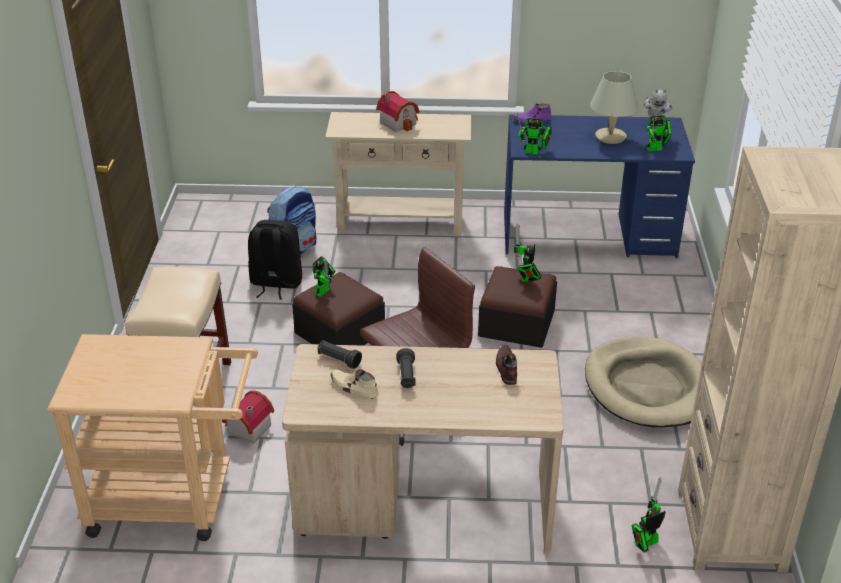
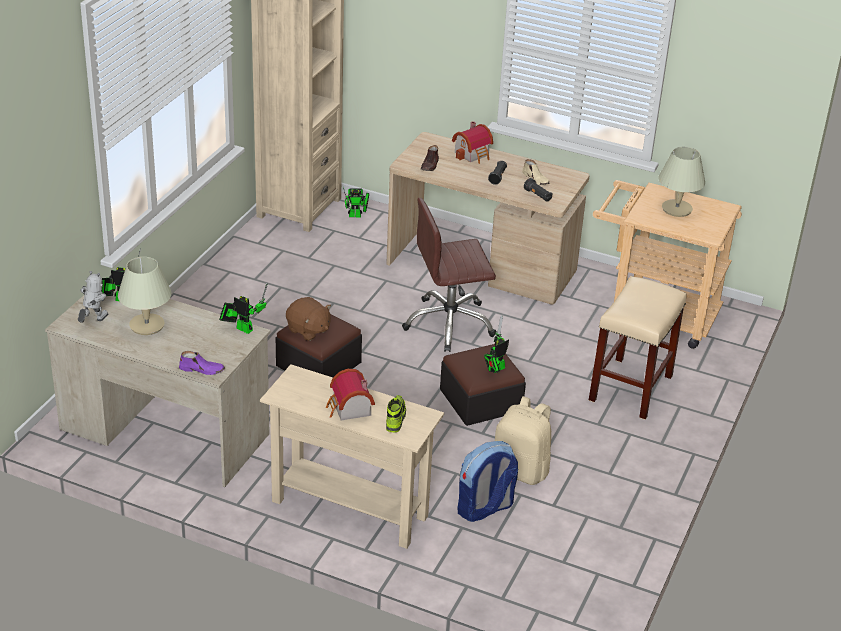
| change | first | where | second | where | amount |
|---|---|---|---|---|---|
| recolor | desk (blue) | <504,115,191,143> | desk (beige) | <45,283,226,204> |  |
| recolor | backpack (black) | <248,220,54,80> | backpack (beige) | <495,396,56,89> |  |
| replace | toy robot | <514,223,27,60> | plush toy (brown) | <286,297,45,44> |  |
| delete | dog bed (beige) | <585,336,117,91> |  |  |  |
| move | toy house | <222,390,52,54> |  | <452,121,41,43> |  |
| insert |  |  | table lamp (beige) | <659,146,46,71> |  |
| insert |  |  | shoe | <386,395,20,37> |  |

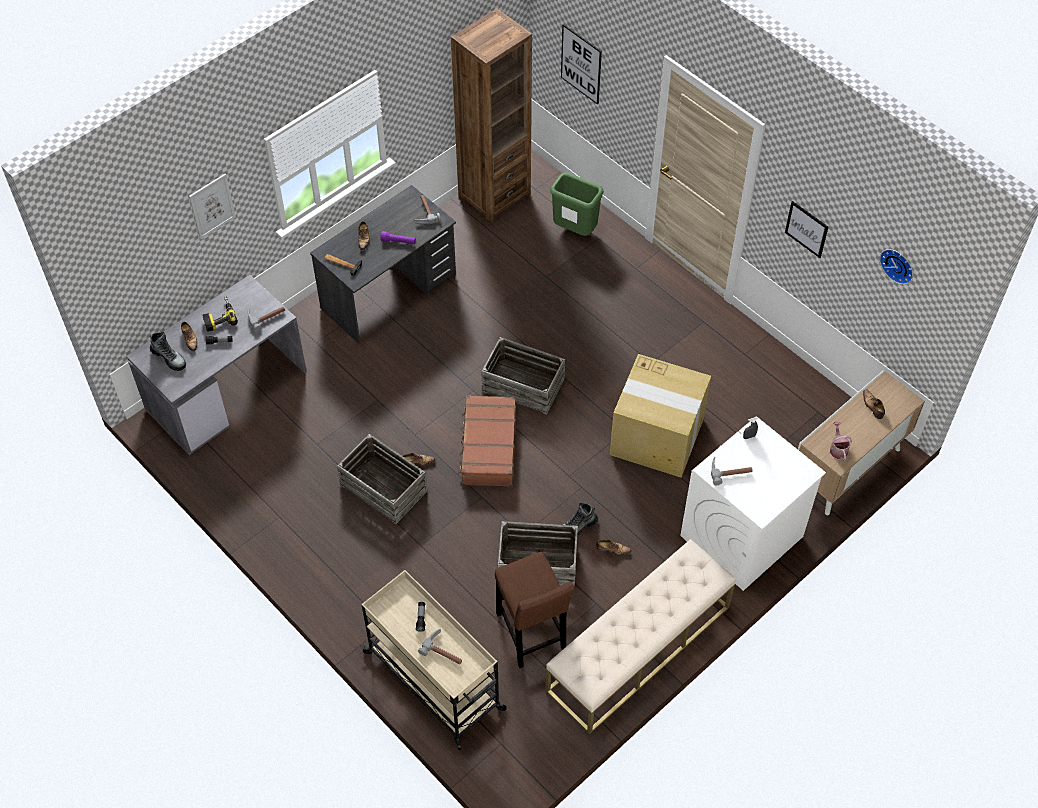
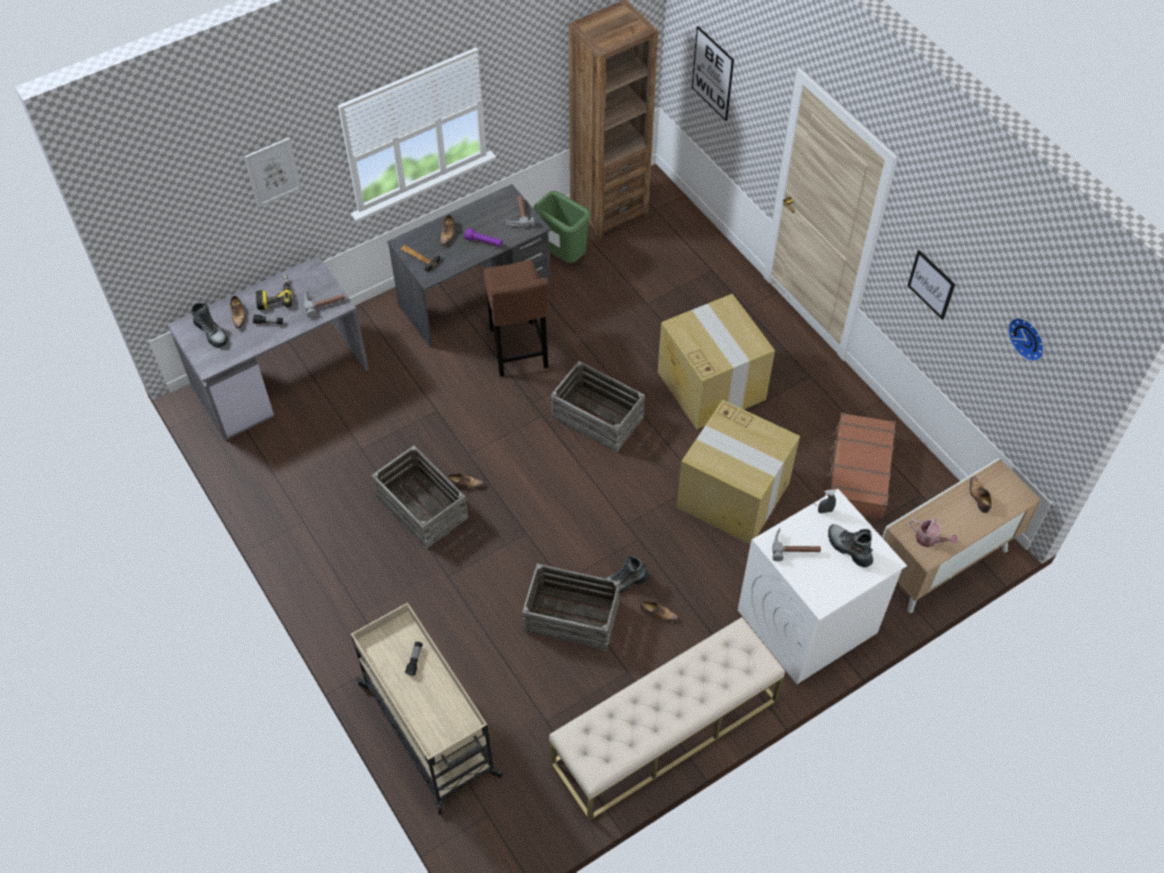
| change | first | where | second | where | amount |
|---|---|---|---|---|---|
| move | trash can (green) | <550,173,54,63> |  | <533,191,58,72> |  |
| move | suitcase (brown) | <458,395,58,92> |  | <824,413,72,106> |  |
| rotate | watering can | <830,422,22,39> |  | <910,518,47,29> | 120 degrees clockwise |
| move | stool (brown) | <495,552,80,116> |  | <483,260,66,117> |  |
| delete | hammer | <418,629,44,35> |  |  |  |
| insert |  |  | cardboard box | <658,294,117,135> |  |
| insert |  |  | boot | <828,524,45,43> |  |

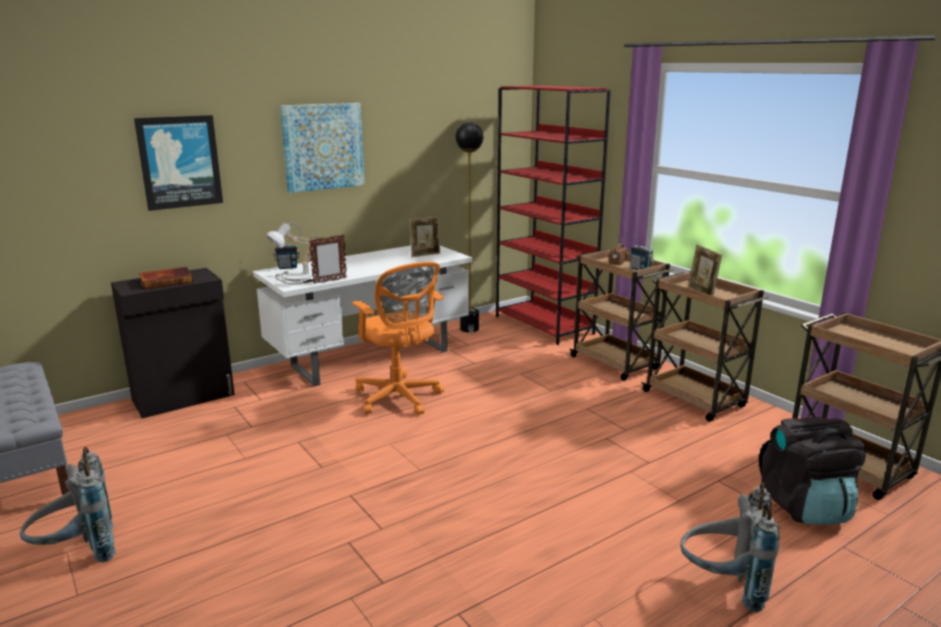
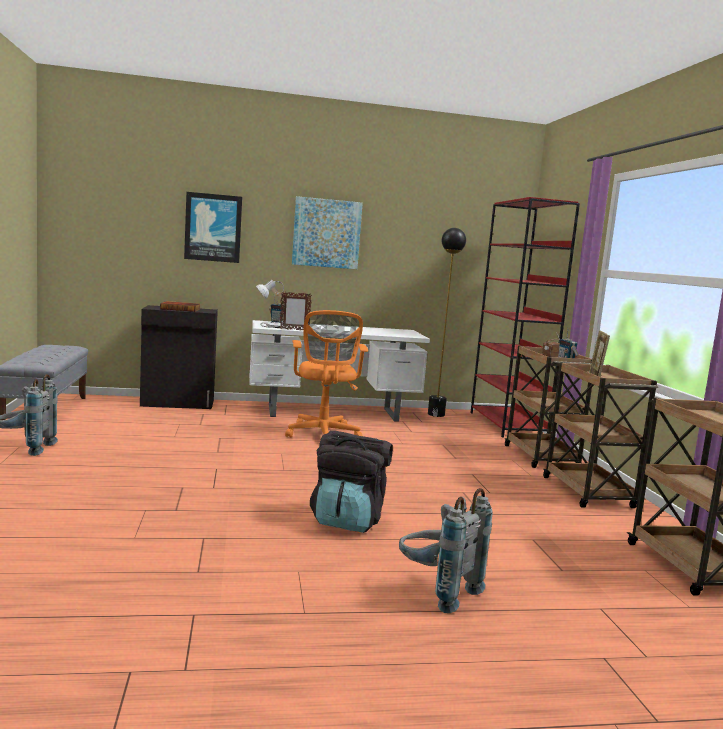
| change | first | where | second | where | amount |
|---|---|---|---|---|---|
| delete | picture frame | <409,216,31,41> |  |  |  |
| move | backpack (black) | <759,417,107,108> |  | <310,431,83,102> |  |

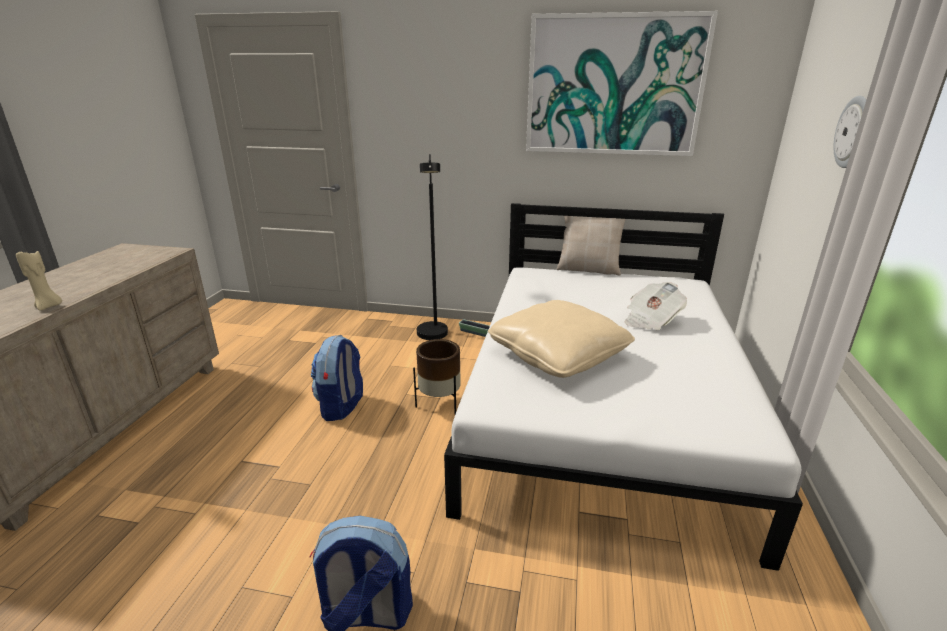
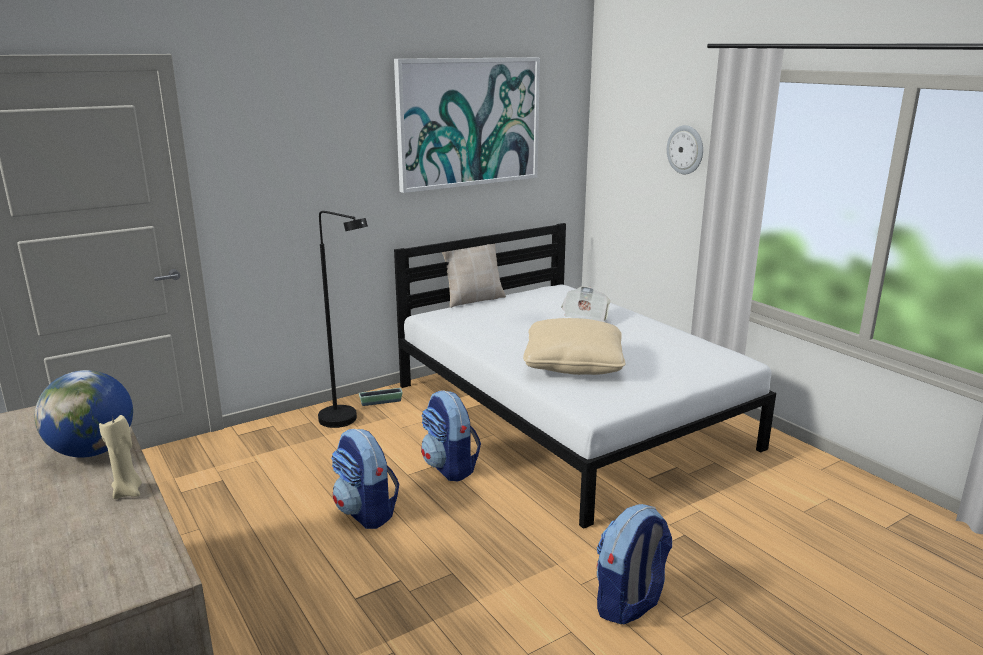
| change | first | where | second | where | amount |
|---|---|---|---|---|---|
| replace | planter (brown) | <413,339,48,76> | backpack | <421,390,60,91> |  |
| insert |  |  | globe | <35,370,98,88> |  |

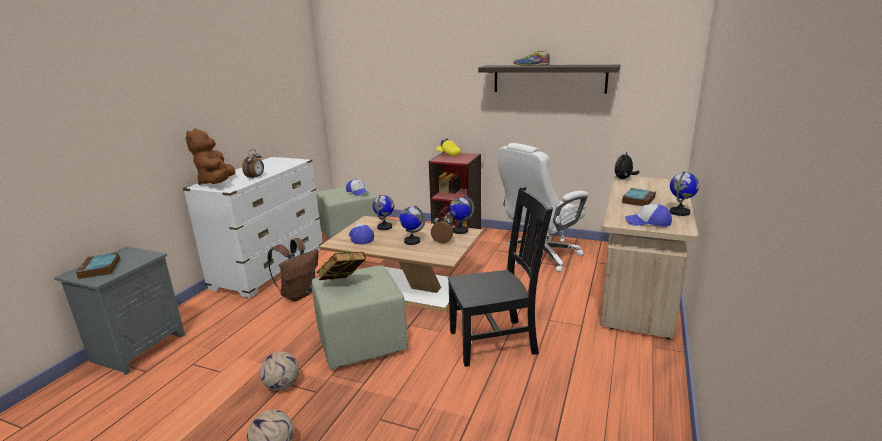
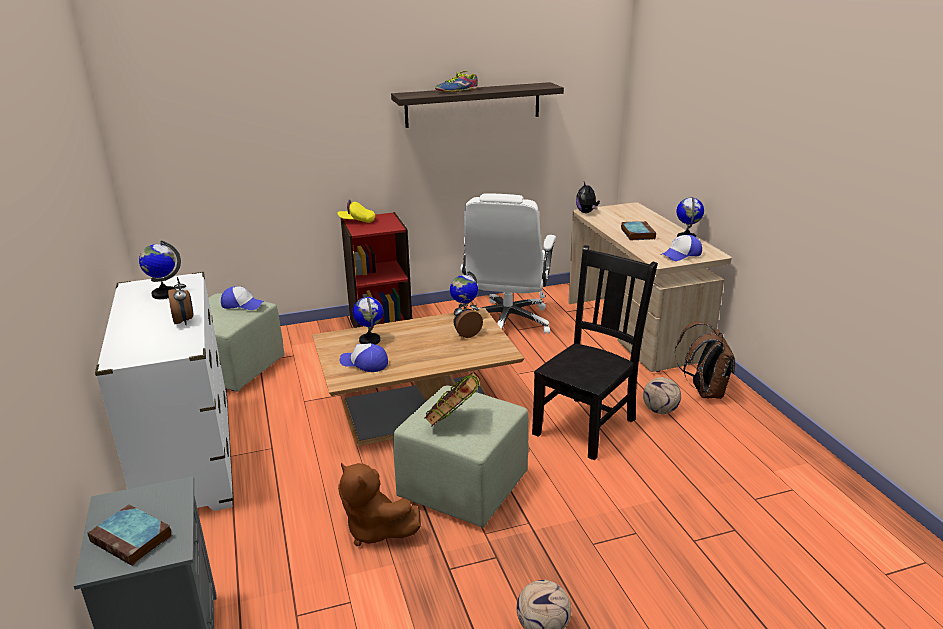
| change | first | where | second | where | amount |
|---|---|---|---|---|---|
| move | plush toy (brown) | <186,128,49,57> |  | <338,463,83,83> |  |
| move | globe | <399,205,26,40> |  | <139,240,42,59> |  |
| move | backpack (brown) | <268,238,50,63> |  | <675,321,60,78> |  |
| move | football | <260,352,39,39> |  | <643,377,38,37> |  |

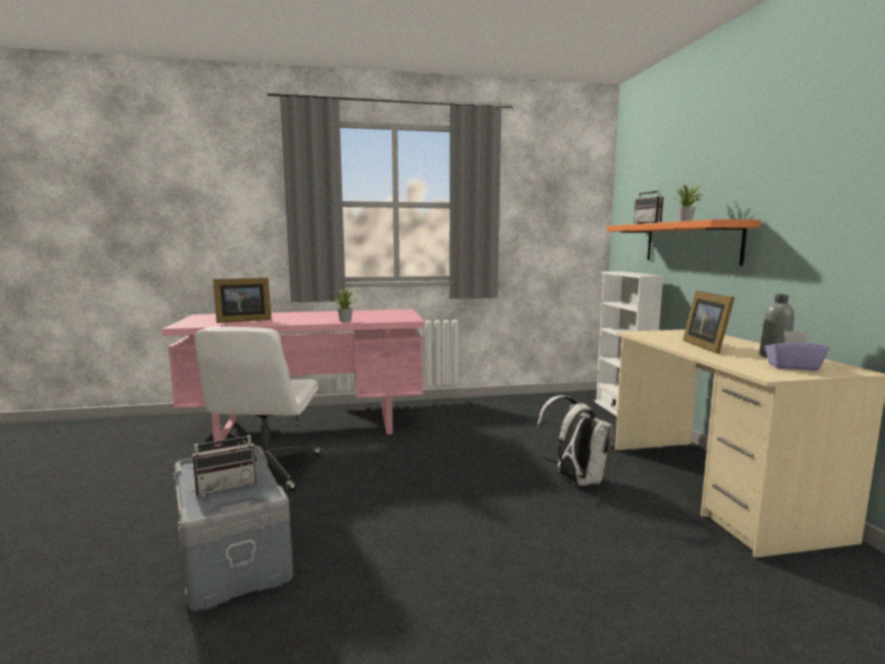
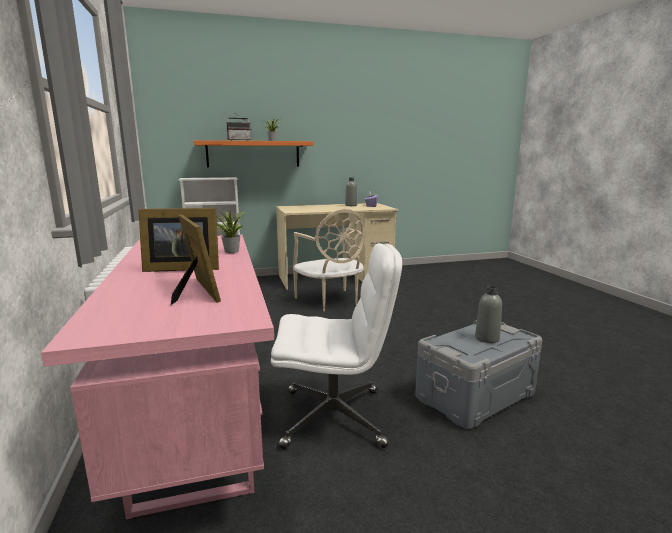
| change | first | where | second | where | amount |
|---|---|---|---|---|---|
| move | picture frame | <683,291,52,63> |  | <138,208,81,64> |  |
| replace | backpack (white) | <535,395,79,91> | chair (beige) | <293,209,71,102> |  |
| replace | radio | <192,421,65,75> | bottle (grey) | <475,286,27,57> |  |

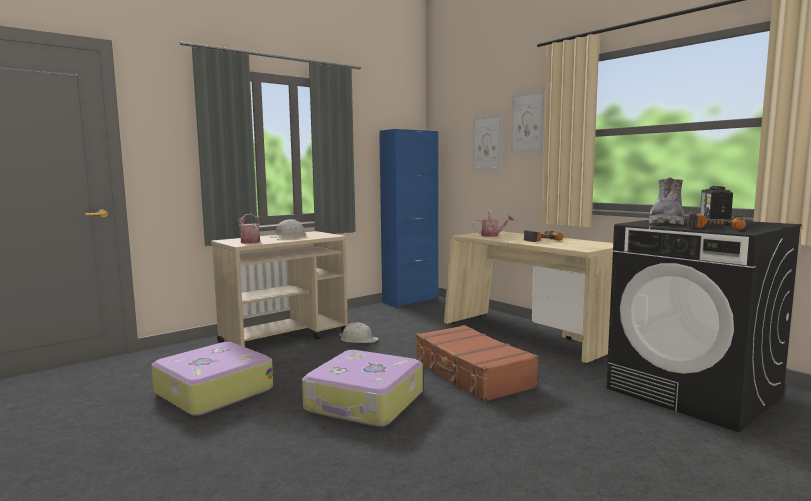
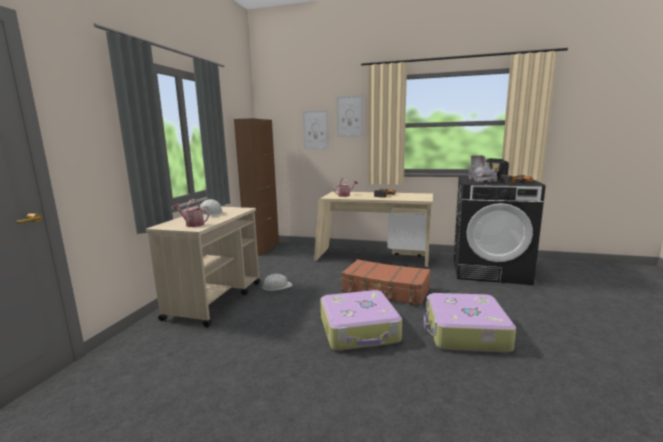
| change | first | where | second | where | amount |
|---|---|---|---|---|---|
| recolor | cabinet (blue) | <379,129,59,179> | cabinet (brown) | <234,118,45,138> |  |
| move | suitcase | <151,342,122,74> |  | <424,293,92,60> |  |

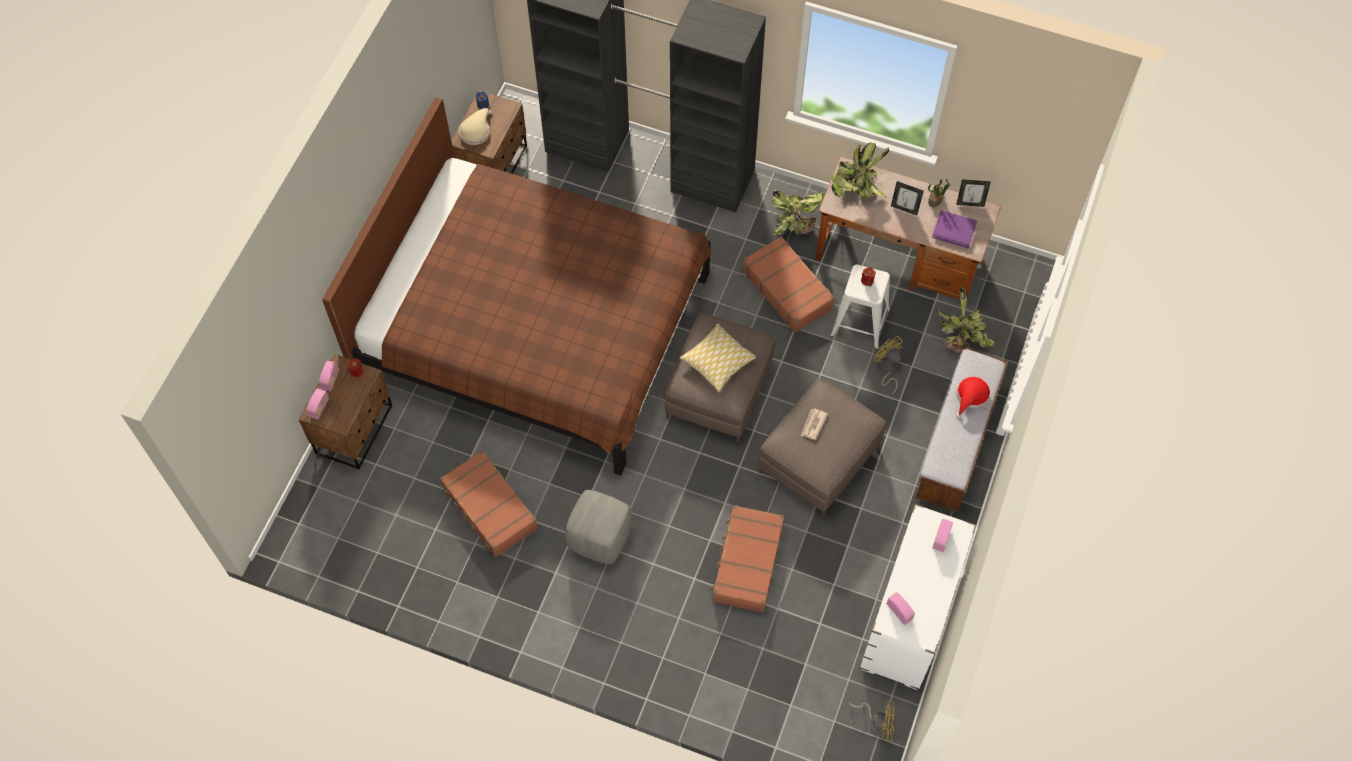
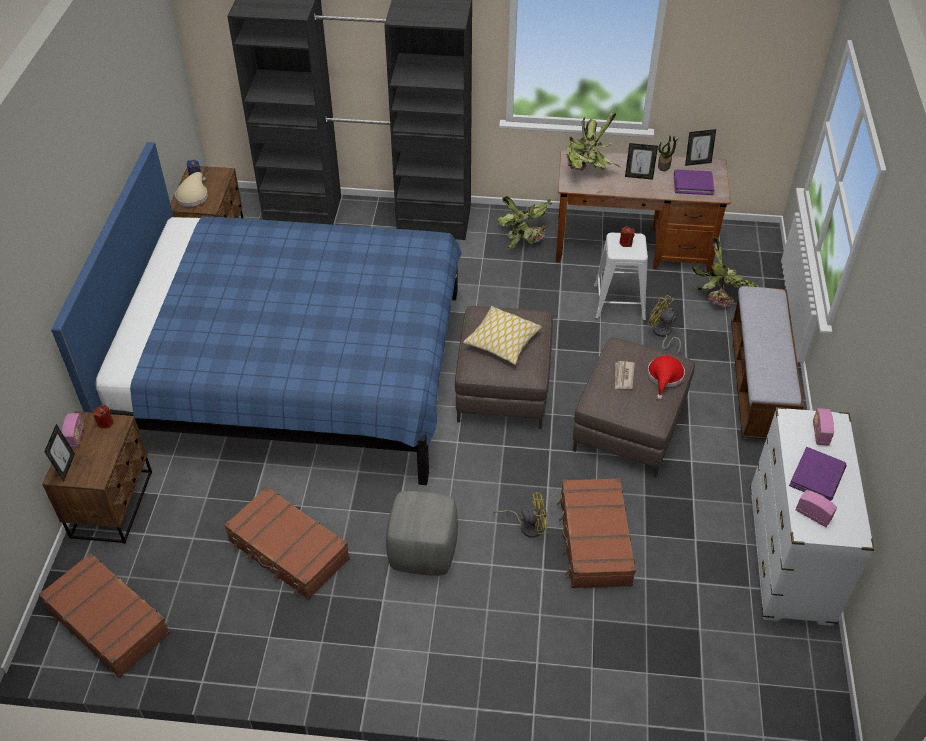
| change | first | where | second | where | amount |
|---|---|---|---|---|---|
| recolor | bed (brown) | <322,97,389,379> | bed (blue) | <51,142,411,343> |  |
| move | suitcase (brown) | <742,236,93,97> |  | <39,553,131,125> |  |
| move | hat (red) | <956,376,35,42> |  | <647,356,38,44> |  |
| replace | radio | <306,388,23,32> | picture frame | <44,424,31,58> |  |
| move | fan (yellow) | <849,701,46,40> |  | <493,492,55,46> |  |
| insert |  |  | book (purple) | <789,447,58,54> |  |

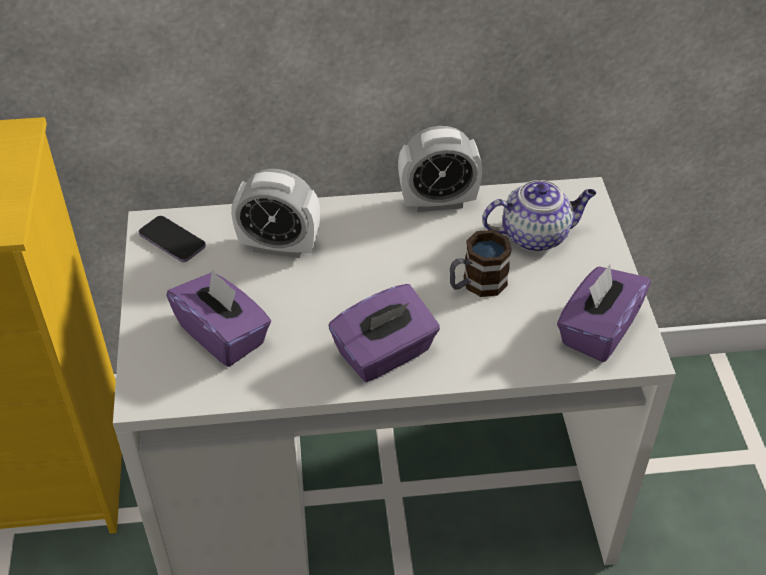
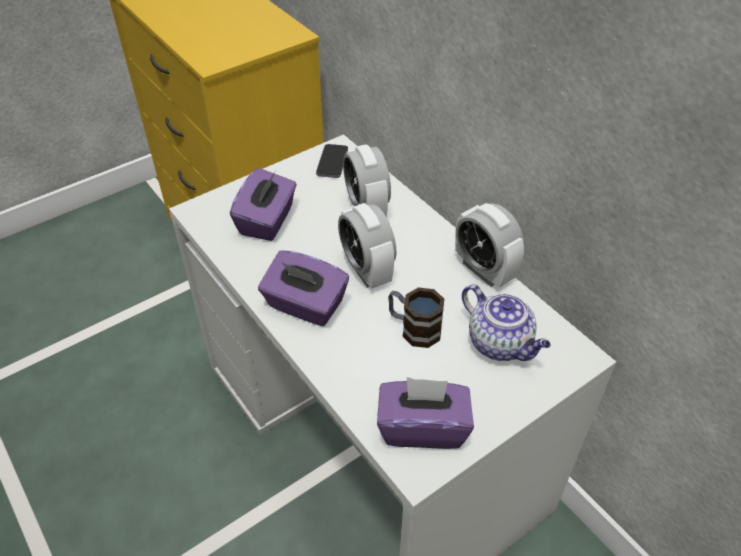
| change | first | where | second | where | amount |
|---|---|---|---|---|---|
| insert |  |  | alarm clock | <338,203,59,86> |  |

